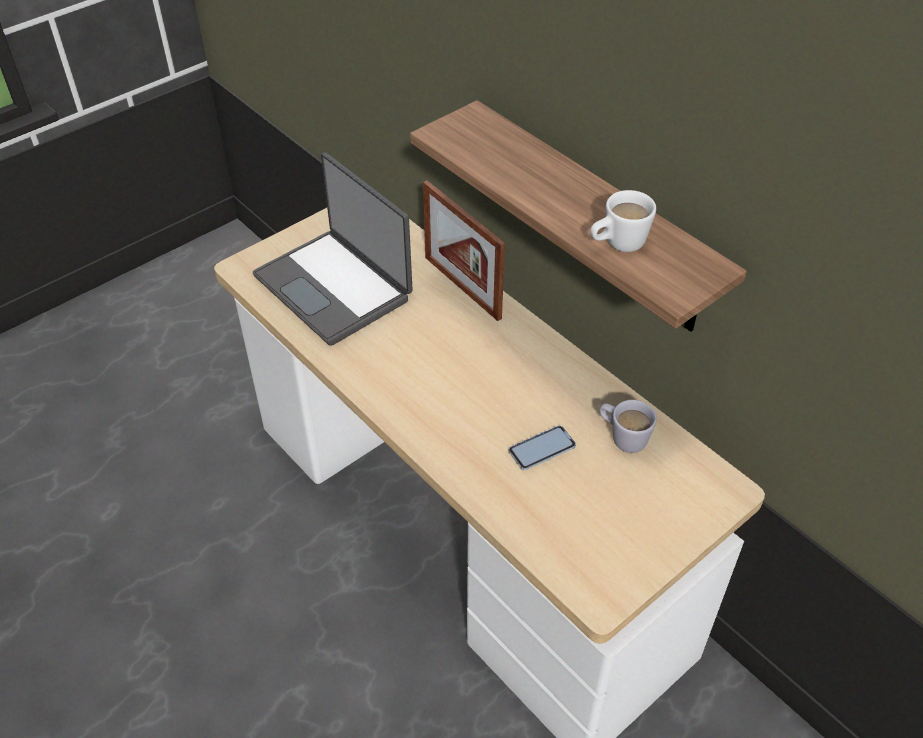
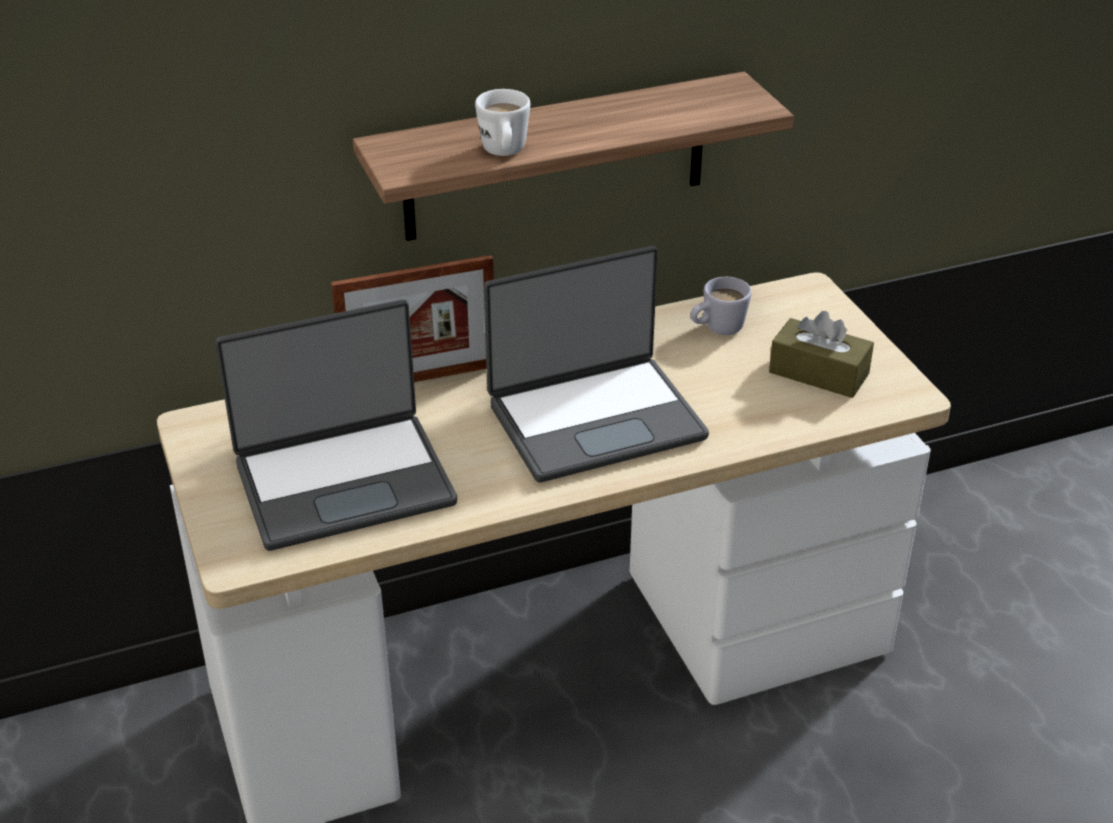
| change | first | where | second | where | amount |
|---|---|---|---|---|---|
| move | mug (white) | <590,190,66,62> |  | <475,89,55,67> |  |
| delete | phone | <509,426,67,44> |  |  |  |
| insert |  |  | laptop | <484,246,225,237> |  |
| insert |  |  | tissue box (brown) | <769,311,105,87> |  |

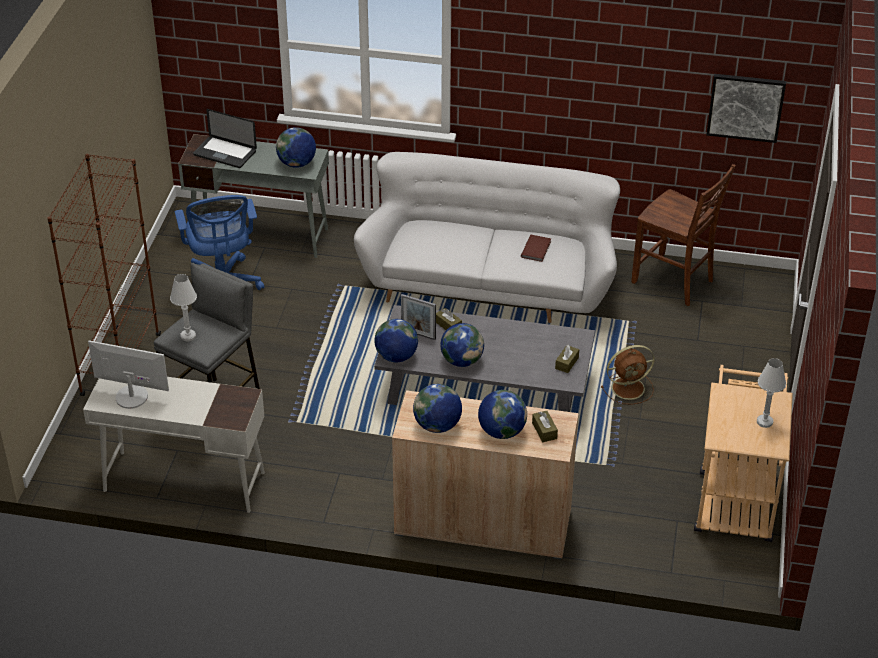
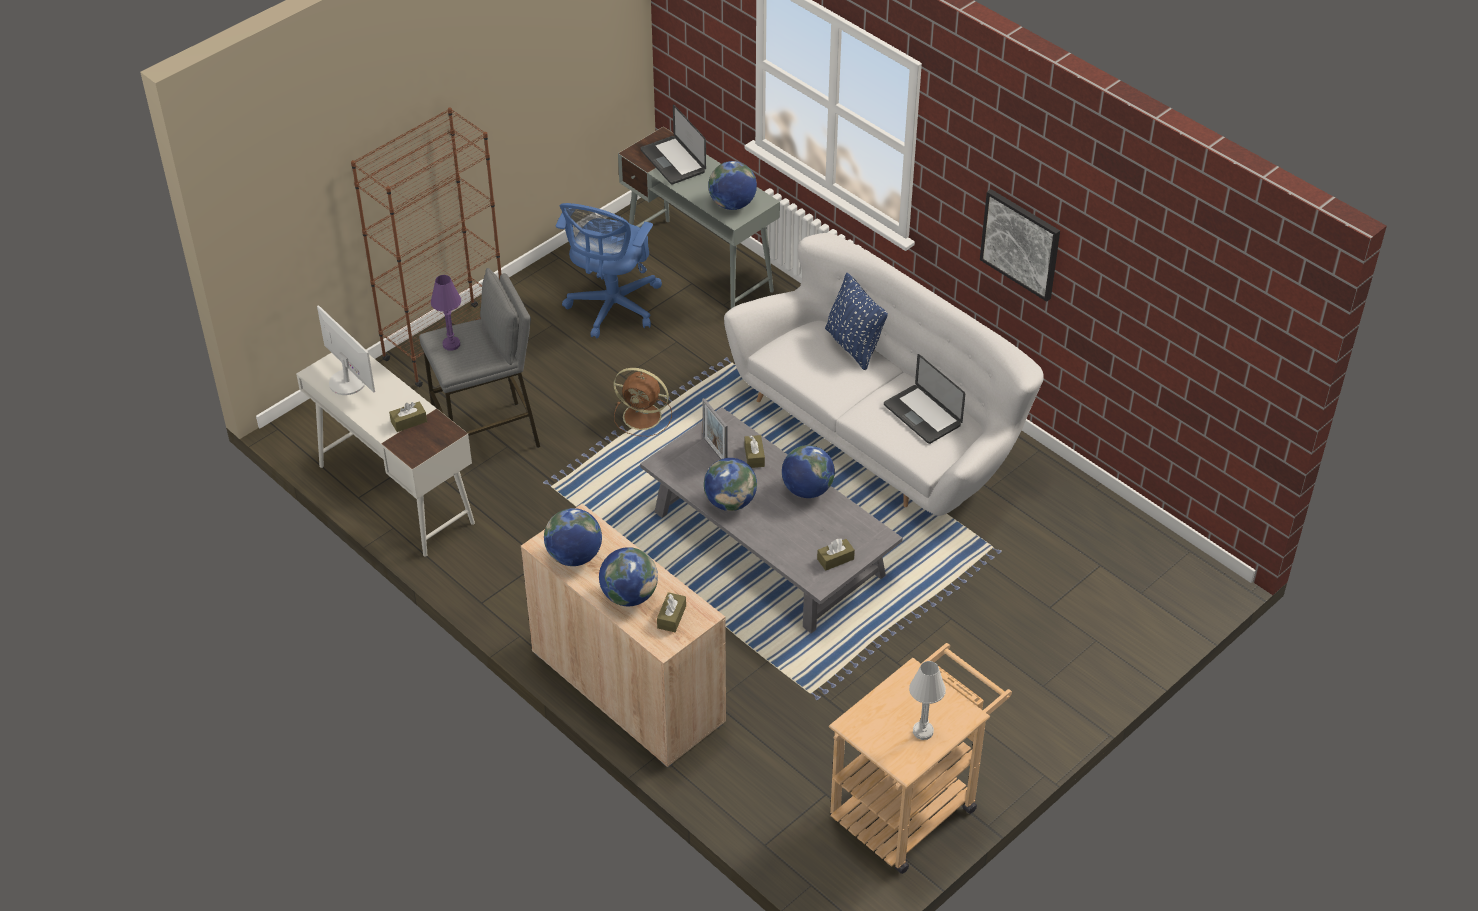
| change | first | where | second | where | amount |
|---|---|---|---|---|---|
| move | picture | <706,74,80,69> |  | <980,189,80,113> |  |
| delete | chair (brown) | <631,164,105,142> |  |  |  |
| replace | book (brown) | <521,235,30,27> | laptop | <884,354,81,90> |  |
| recolor | table lamp (white) | <170,274,27,67> | table lamp (purple) | <431,275,30,76> |  |
| move | globe | <374,319,44,43> |  | <782,445,53,53> |  |
| move | fan (brown) | <601,345,54,60> |  | <613,368,59,68> |  |
| insert |  |  | pillow (blue) | <825,273,63,97> |  |
| insert |  |  | tissue box (brown) | <389,401,38,31> |  |

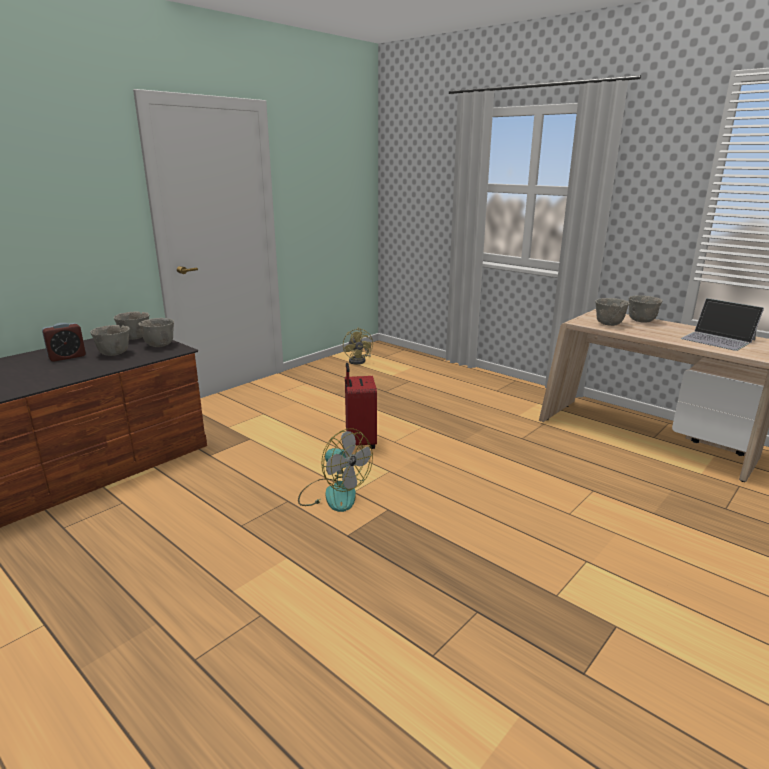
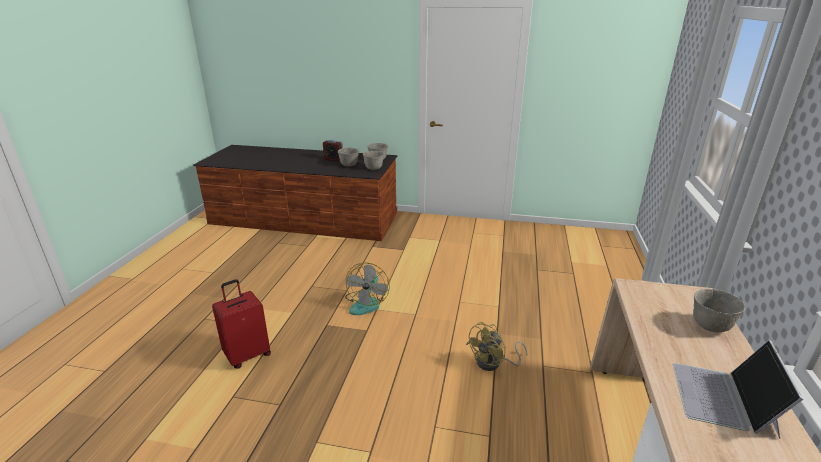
| change | first | where | second | where | amount |
|---|---|---|---|---|---|
| delete | bowl (grey) | <595,298,34,28> |  |  |  |
| move | fan (yellow) | <343,328,30,37> |  | <466,322,62,49> |  |
| move | suitcase (red) | <345,363,32,86> |  | <212,279,59,89> |  |

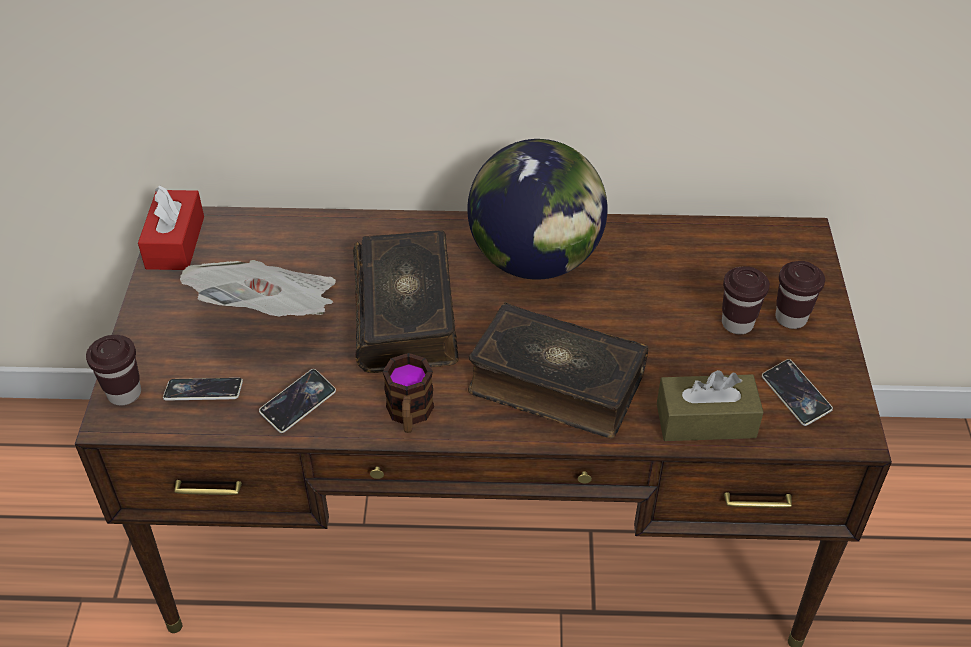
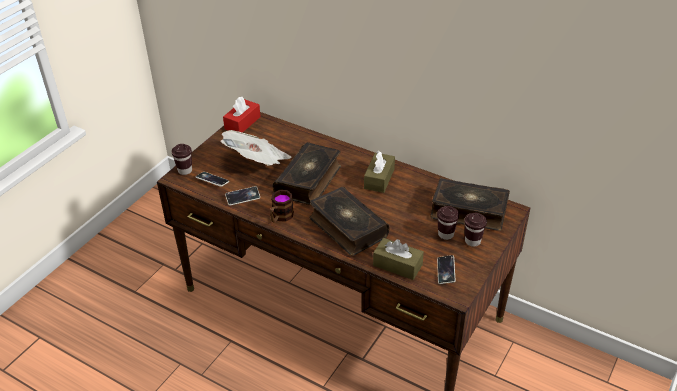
| change | first | where | second | where | amount |
|---|---|---|---|---|---|
| replace | globe | <467,139,141,141> | tissue box (brown) | <364,151,31,42> |  |
| insert |  |  | book | <430,178,80,53> |  |

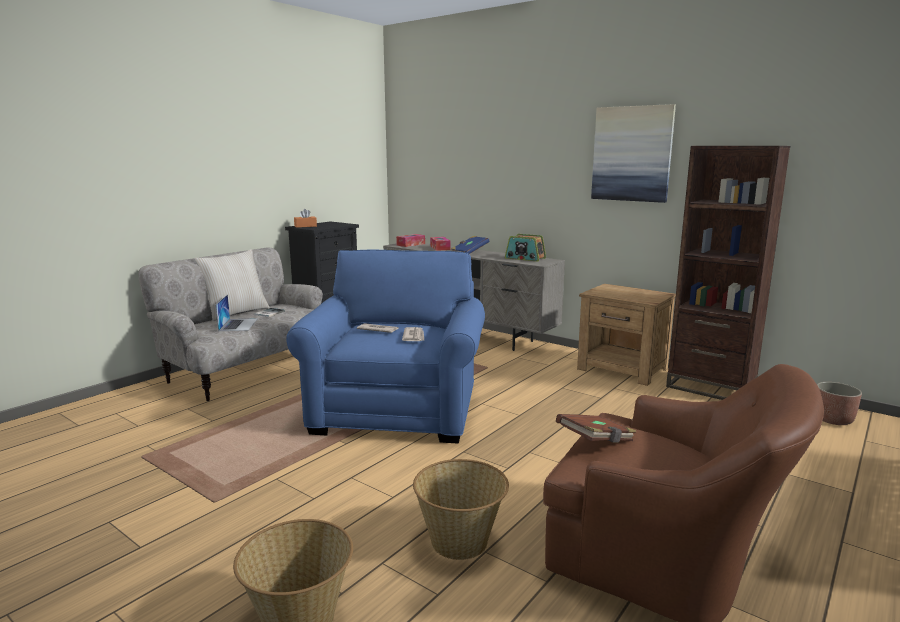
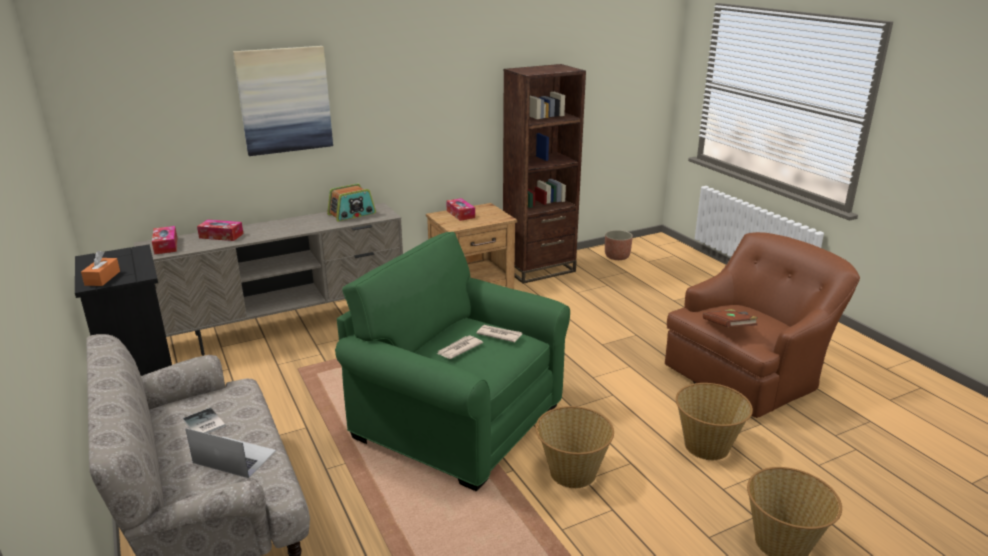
| change | first | where | second | where | amount |
|---|---|---|---|---|---|
| move | picture | <591,104,85,99> |  | <233,46,100,110> |  |
| delete | book (blue) | <451,236,38,18> |  |  |  |
| delete | pillow (beige) | <194,249,76,72> |  |  |  |
| recolor | armchair (blue) | <286,250,199,193> | armchair (green) | <335,232,235,260> |  |
| insert |  |  | tissue box | <446,198,29,23> |  |
| insert |  |  | basket | <535,406,79,82> |  |

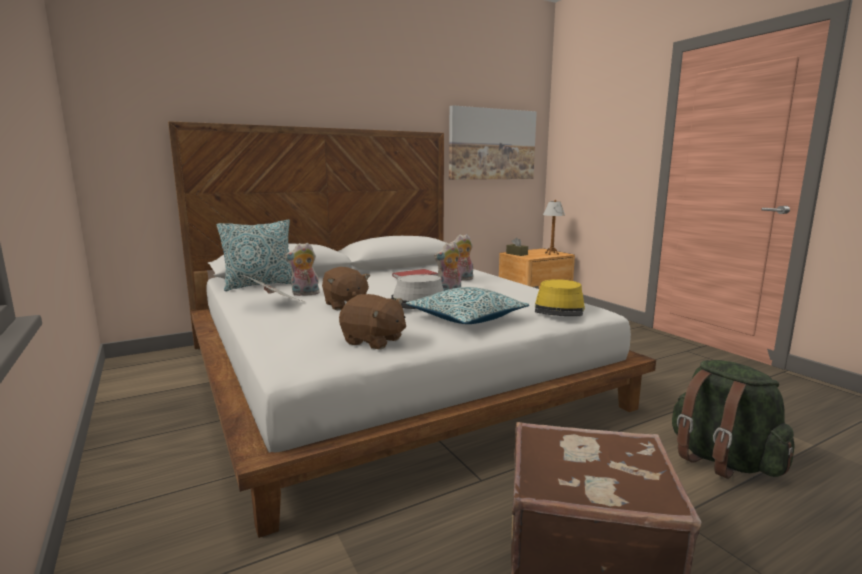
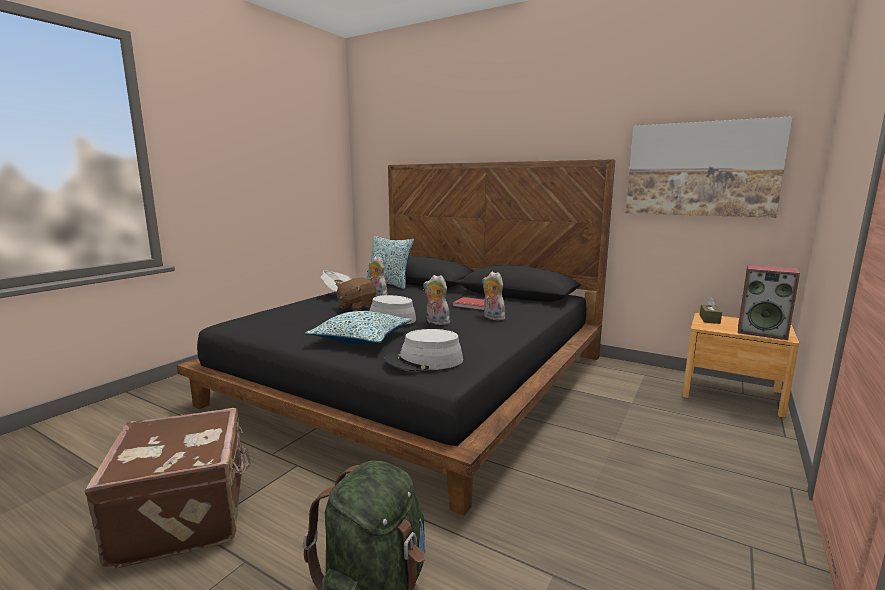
| change | first | where | second | where | amount |
|---|---|---|---|---|---|
| recolor | bed (white) | <168,121,488,417> | bed (black) | <177,159,438,357> |  |
| replace | table lamp | <543,200,22,55> | speaker | <738,264,62,76> |  |
| recolor | hat (yellow) | <535,279,50,37> | hat (grey) | <384,329,79,42> |  |
| delete | plush toy (brown) | <339,294,67,55> |  |  |  |

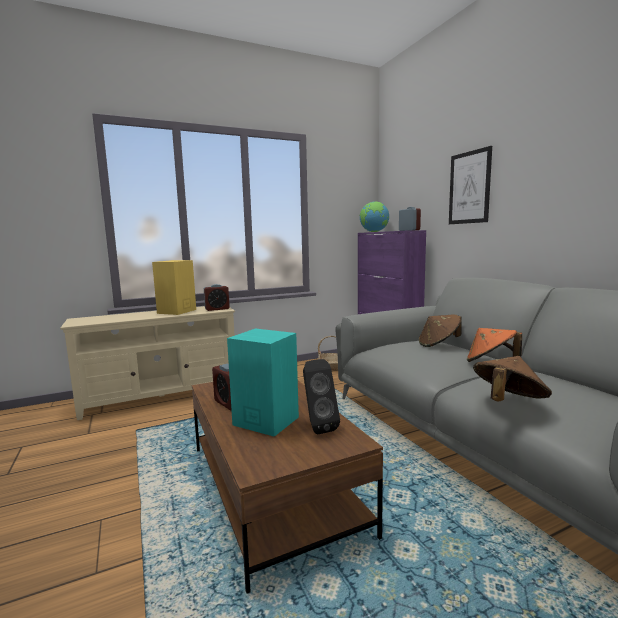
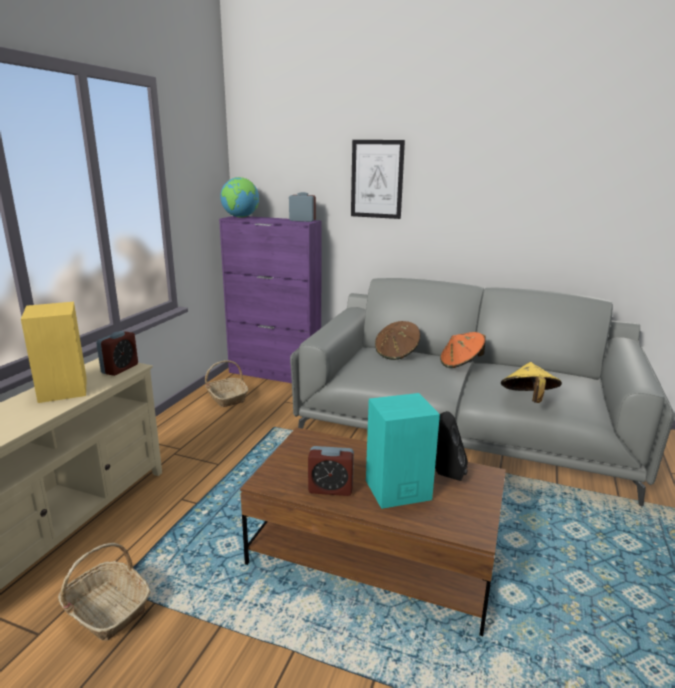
| change | first | where | second | where | amount |
|---|---|---|---|---|---|
| recolor | hat (brown) | <473,356,79,45> | hat (yellow) | <501,362,61,41> |  |
| insert |  |  | basket | <58,543,93,98> |  |

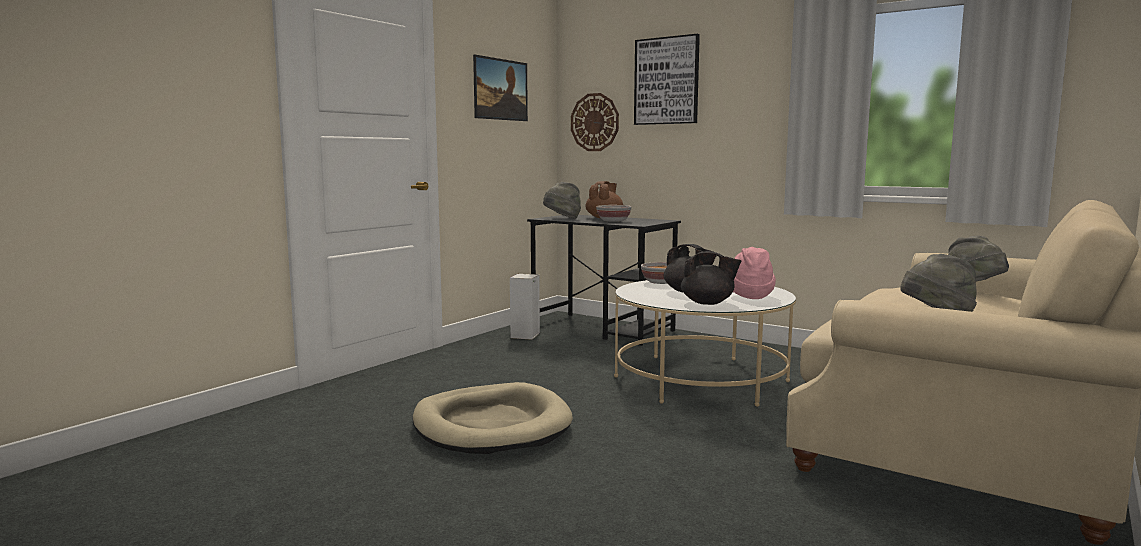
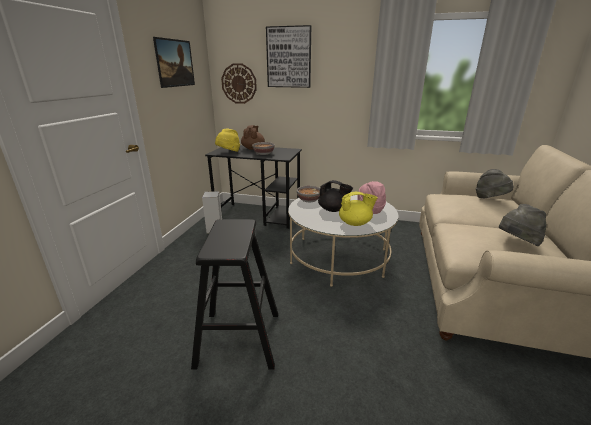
| change | first | where | second | where | amount |
|---|---|---|---|---|---|
| recolor | hat (grey) | <543,182,38,37> | hat (yellow) | <215,129,25,23> |  |
| recolor | teapot (black) | <681,251,61,54> | teapot (yellow) | <339,192,39,34> |  |
| replace | dog bed (beige) | <413,382,160,72> | stool (black) | <191,219,87,151> |  |

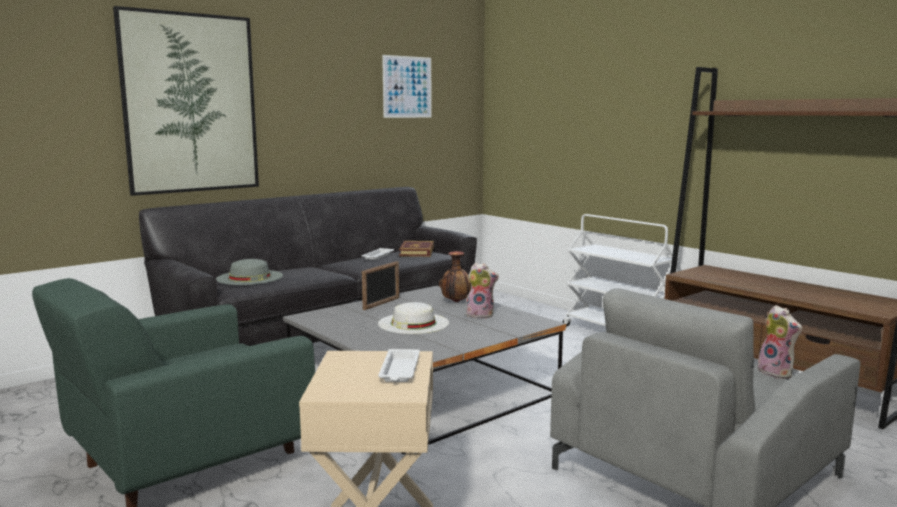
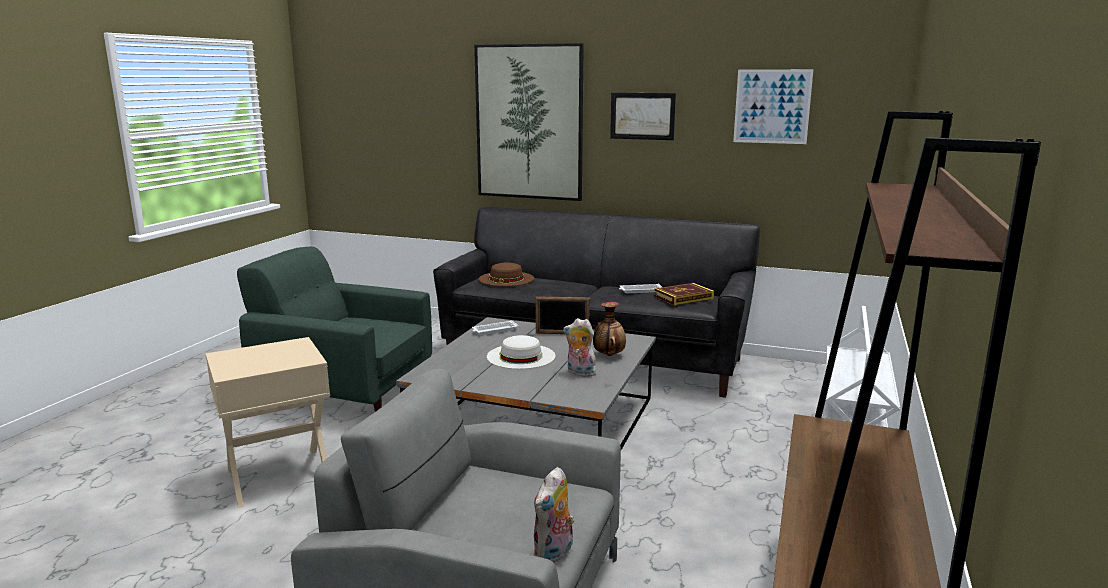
| change | first | where | second | where | amount |
|---|---|---|---|---|---|
| recolor | hat (grey) | <216,259,67,26> | hat (brown) | <479,263,55,23> |  |
| rotate | plush toy | <464,263,35,56> |  | <563,318,33,59> | 135 degrees clockwise |
| move | tray (white) | <378,349,42,33> |  | <472,320,47,15> |  |
| insert |  |  | picture | <610,93,66,47> |  |

